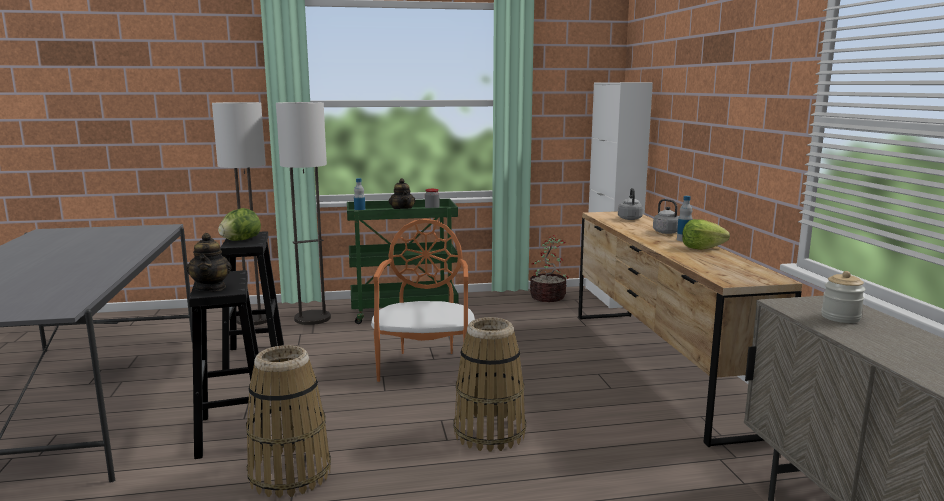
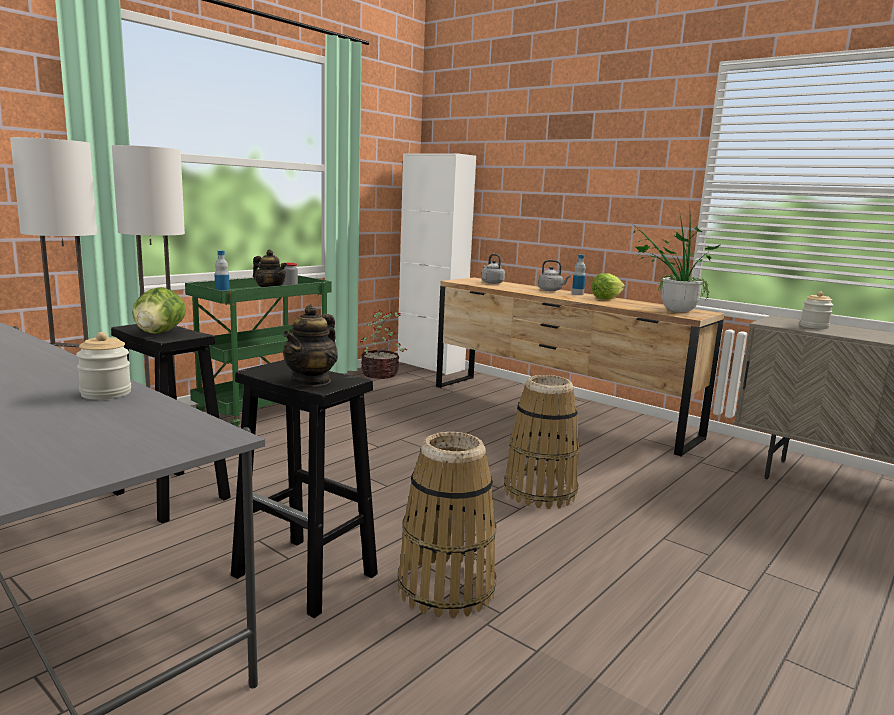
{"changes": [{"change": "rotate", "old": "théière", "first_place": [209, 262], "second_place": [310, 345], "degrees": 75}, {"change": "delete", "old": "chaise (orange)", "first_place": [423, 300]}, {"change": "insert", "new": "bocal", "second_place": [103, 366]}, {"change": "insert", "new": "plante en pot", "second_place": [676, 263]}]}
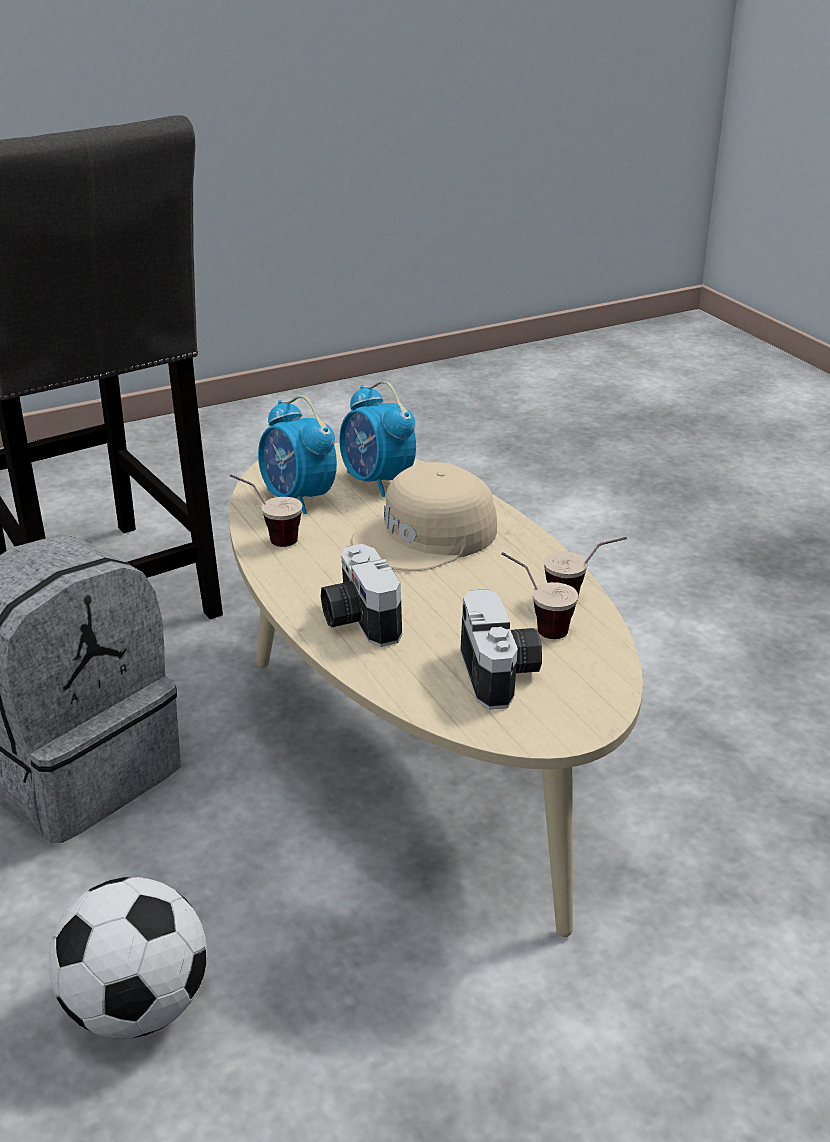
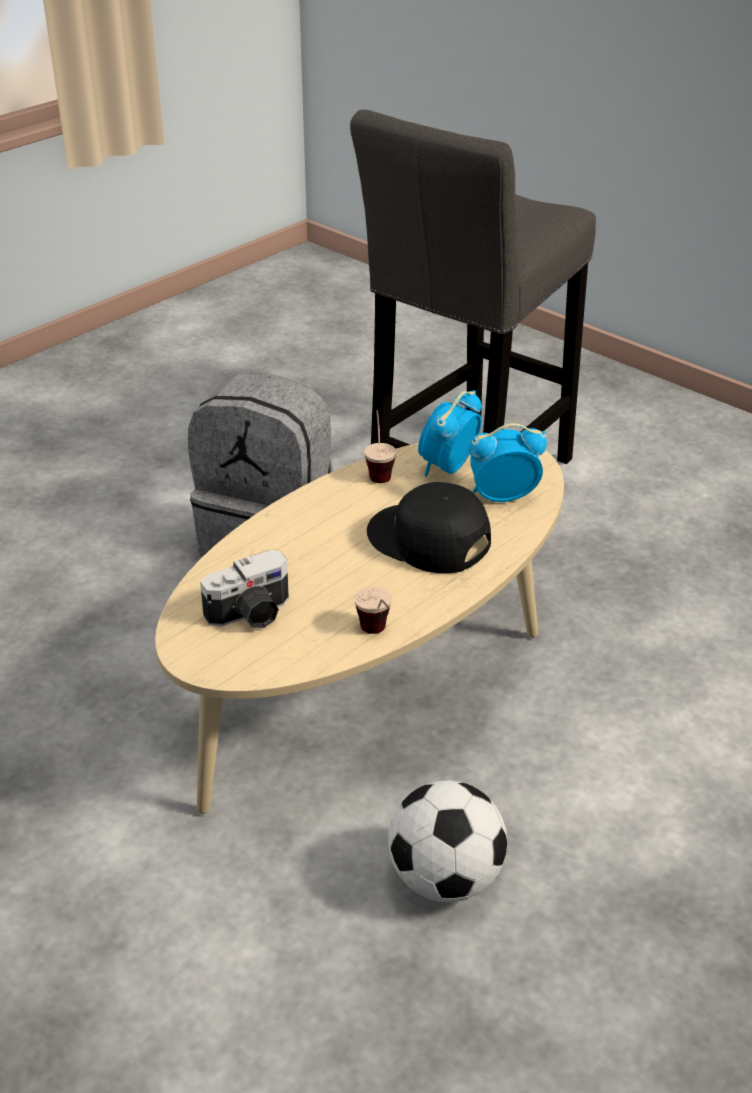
{"changes": [{"change": "move", "old": "ballon de foot", "first_place": [128, 958], "second_place": [447, 841]}, {"change": "delete", "old": "appareil photo", "first_place": [361, 595]}, {"change": "rotate", "old": "réveil", "first_place": [377, 439], "second_place": [508, 462], "degrees": 45}, {"change": "recolor", "old": "casquette (beige)", "new": "casquette (noir)", "first_place": [424, 516], "second_place": [429, 527]}, {"change": "delete", "old": "tasse", "first_place": [539, 595]}]}
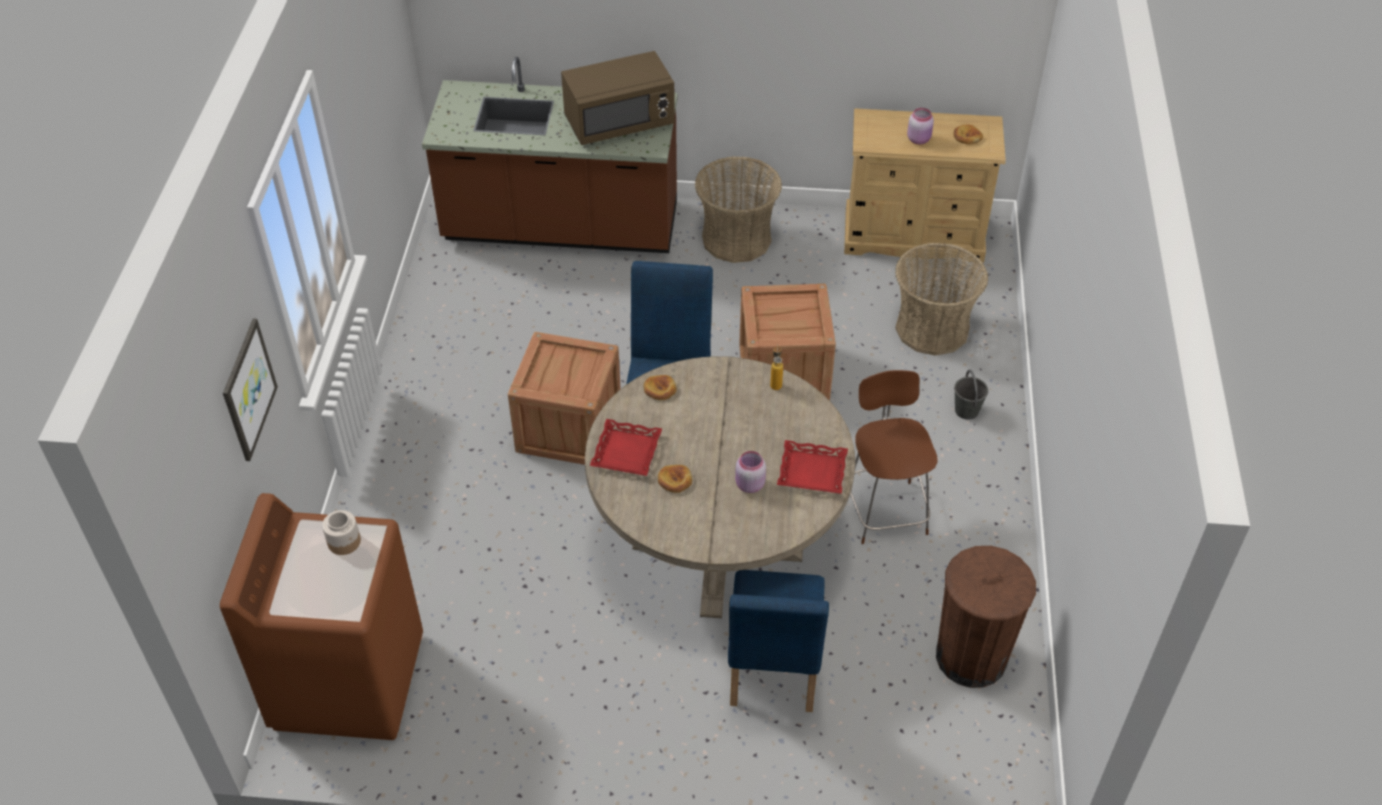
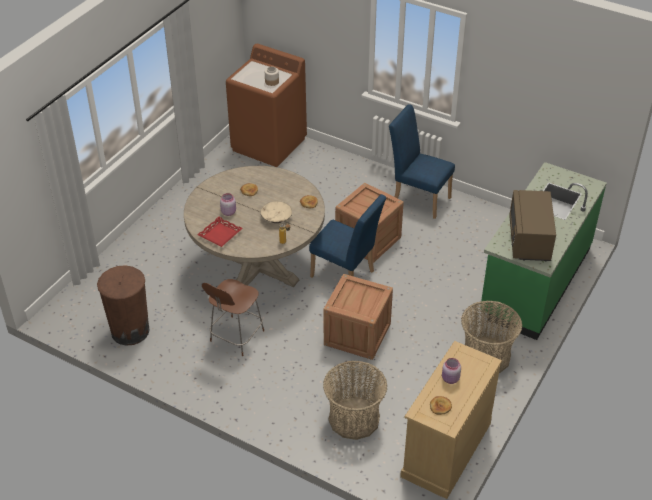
{"changes": [{"change": "delete", "old": "tableau", "first_place": [250, 389]}, {"change": "recolor", "old": "comptoir de cuisine (marron)", "new": "comptoir de cuisine (vert)", "first_place": [550, 155], "second_place": [543, 251]}, {"change": "delete", "old": "plateau (rouge)", "first_place": [626, 447]}, {"change": "move", "old": "chaise (bleu)", "first_place": [778, 641], "second_place": [422, 161]}, {"change": "rotate", "old": "chaise (marron)", "first_place": [893, 457], "second_place": [233, 317], "degrees": 105}, {"change": "delete", "old": "seau (gris)", "first_place": [971, 395]}, {"change": "insert", "new": "bol (beige)", "second_place": [276, 212]}]}
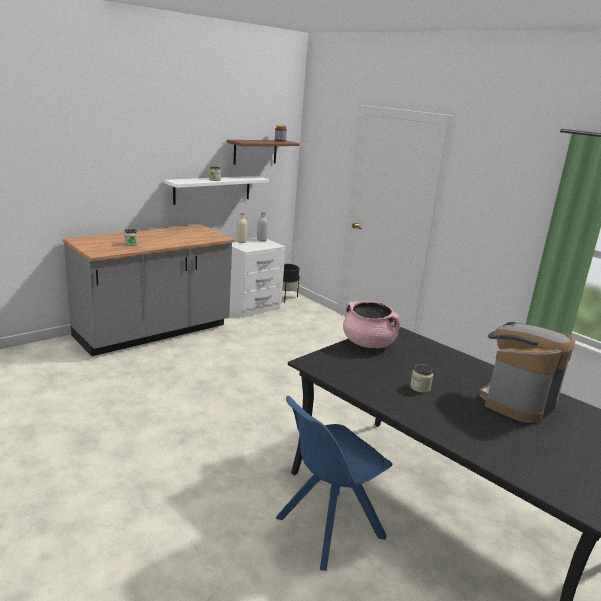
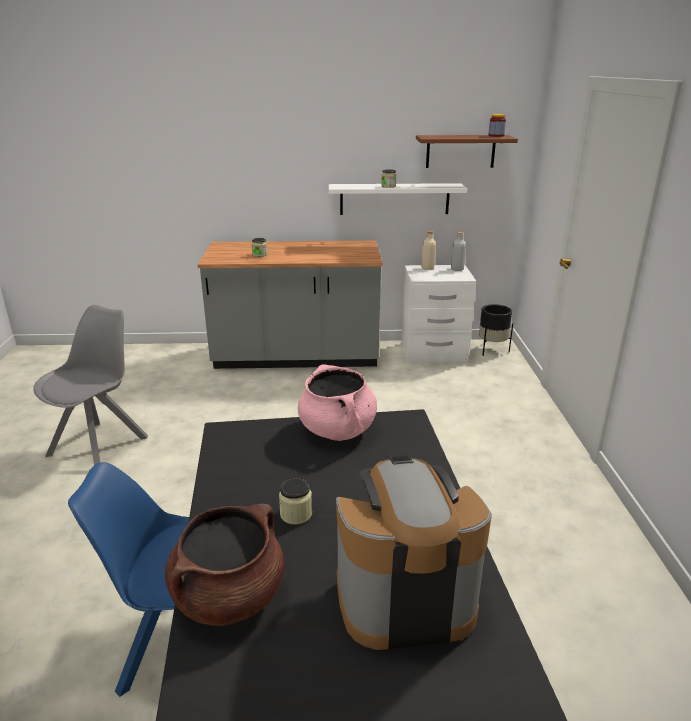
{"changes": [{"change": "insert", "new": "chaise (gris)", "second_place": [90, 385]}, {"change": "insert", "new": "marmite (marron)", "second_place": [225, 565]}]}
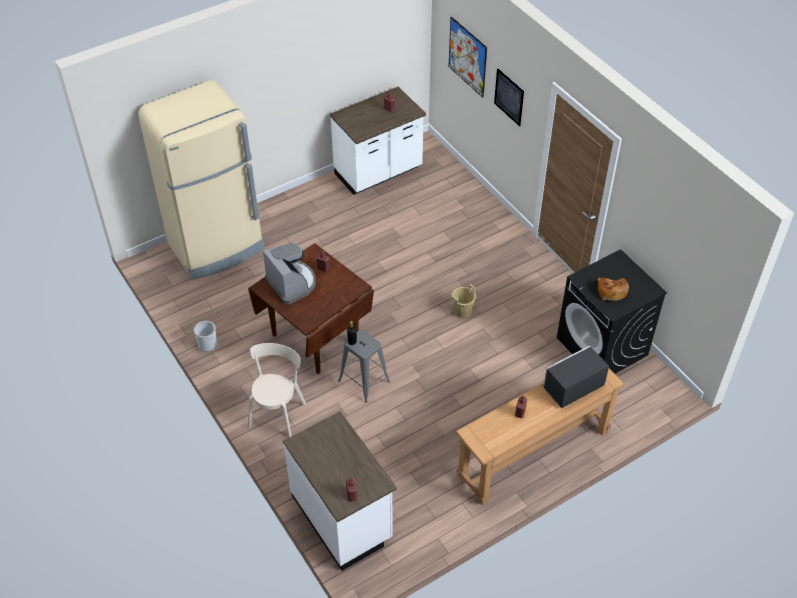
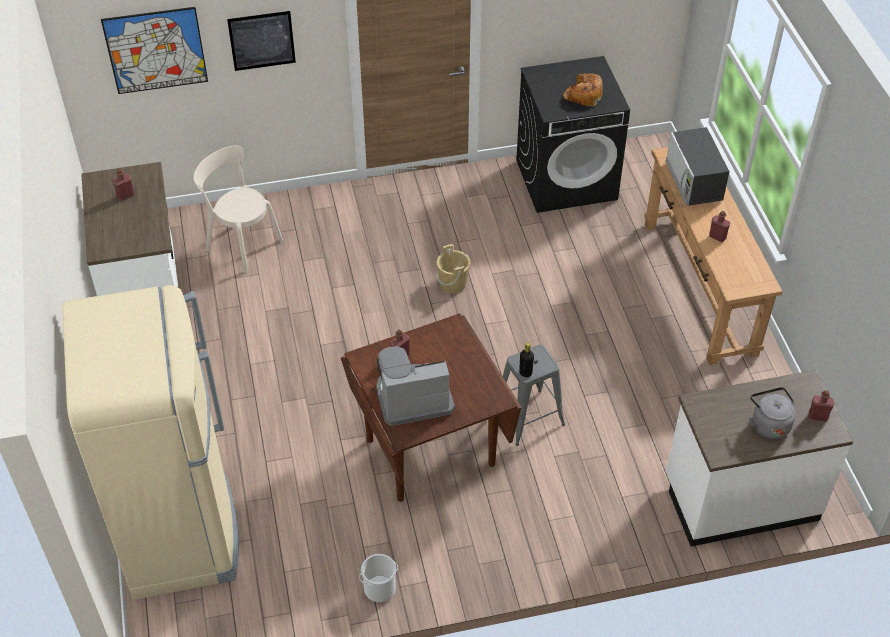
{"changes": [{"change": "move", "old": "chaise (beige)", "first_place": [277, 390], "second_place": [238, 209]}, {"change": "insert", "new": "bouilloire (gris)", "second_place": [772, 413]}]}
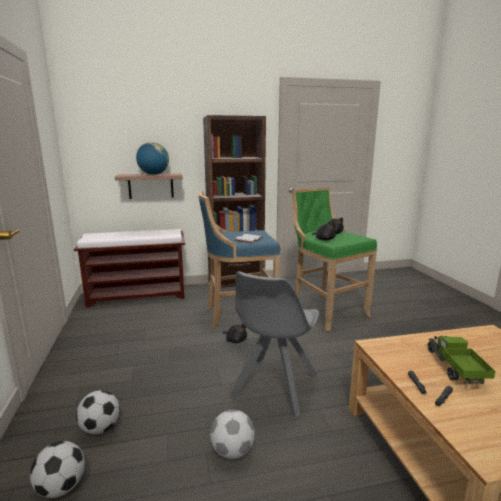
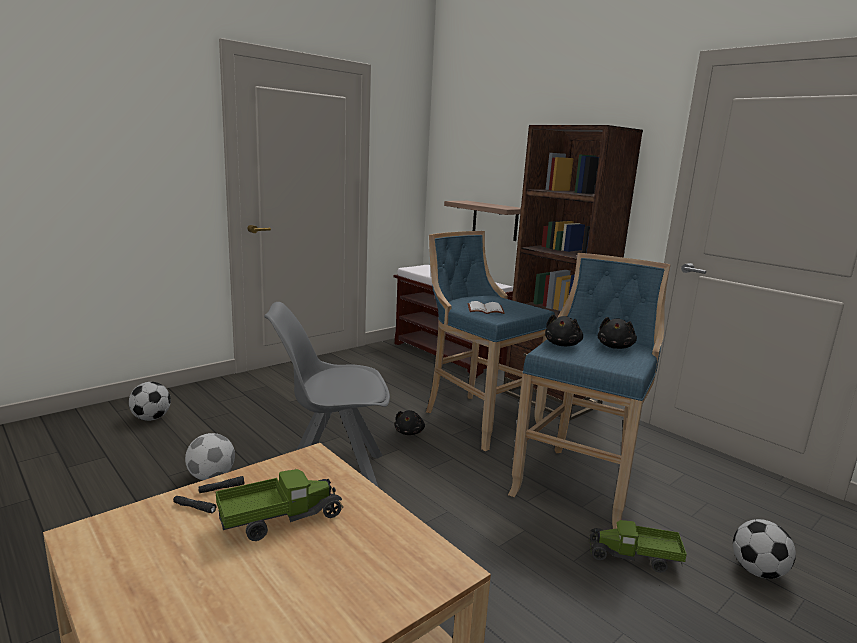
{"changes": [{"change": "move", "old": "ballon de foot", "first_place": [98, 412], "second_place": [764, 549]}, {"change": "delete", "old": "globe", "first_place": [152, 158]}, {"change": "recolor", "old": "tabouret (vert)", "new": "tabouret (bleu)", "first_place": [334, 259], "second_place": [589, 391]}, {"change": "insert", "new": "camion jouet", "second_place": [638, 546]}]}
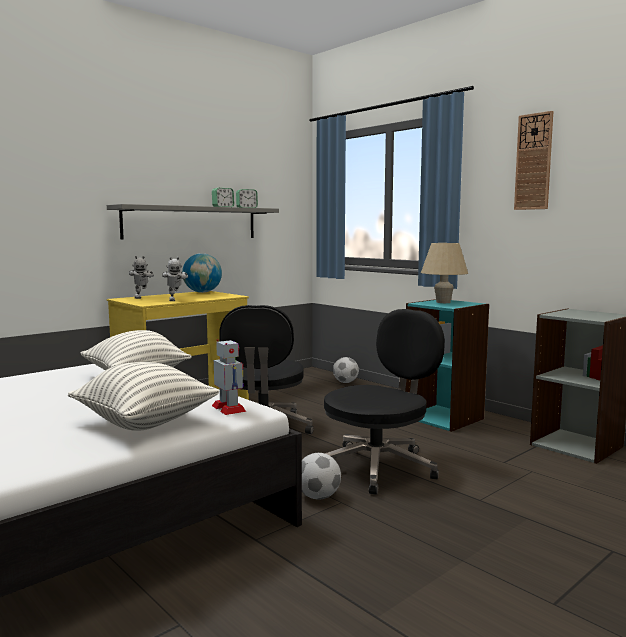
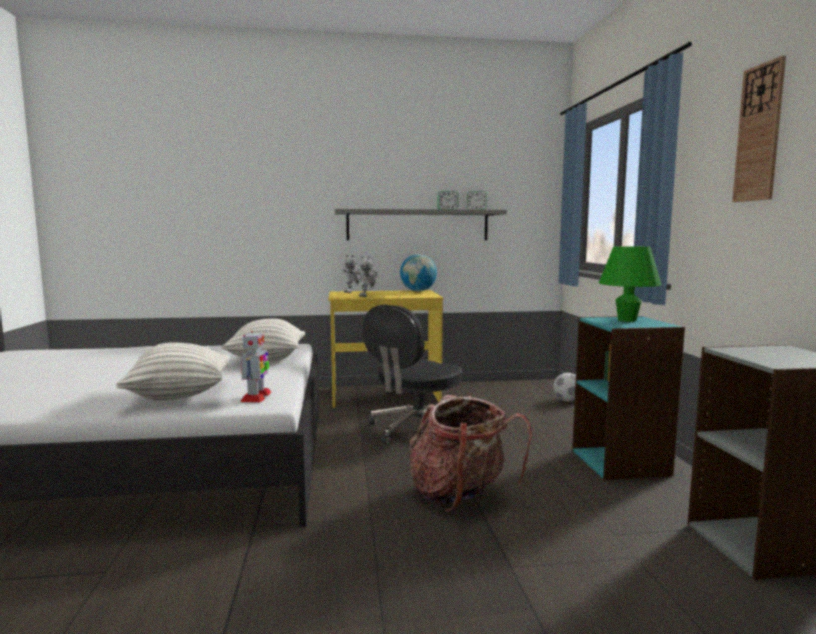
{"changes": [{"change": "delete", "old": "ballon de foot", "first_place": [321, 476]}, {"change": "replace", "old": "chaise de bureau (noir)", "new": "sac à dos", "first_place": [384, 402], "second_place": [471, 453]}, {"change": "recolor", "old": "lampe de table (beige)", "new": "lampe de table (vert)", "first_place": [444, 273], "second_place": [630, 284]}]}
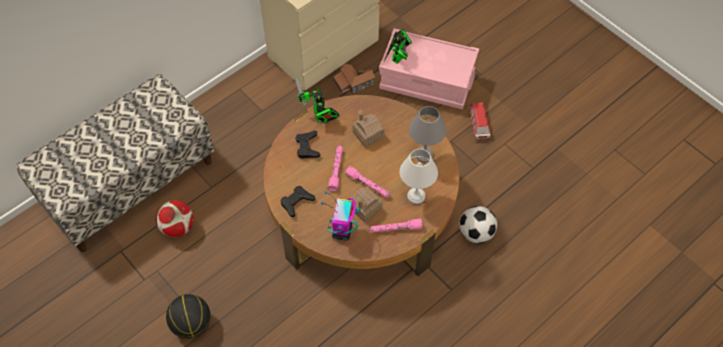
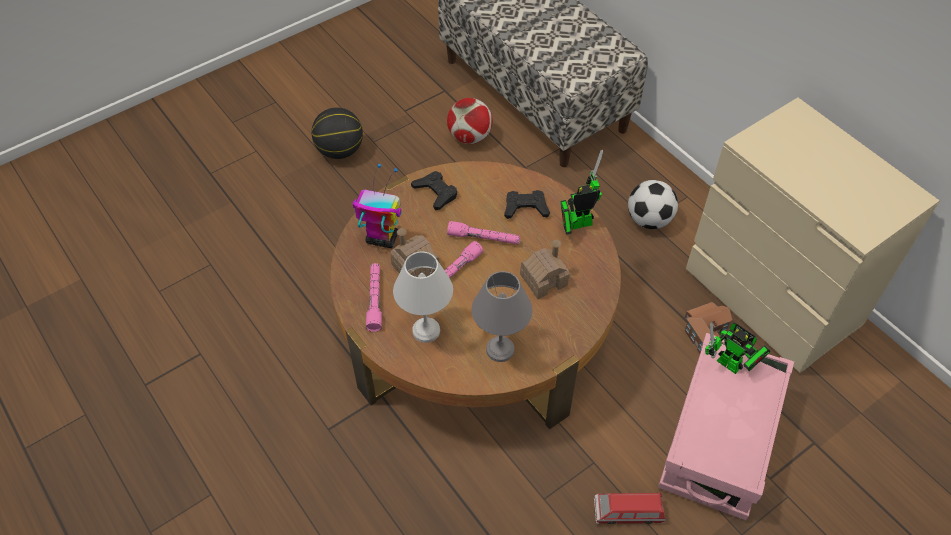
{"changes": [{"change": "move", "old": "ballon de foot", "first_place": [478, 224], "second_place": [653, 204]}]}
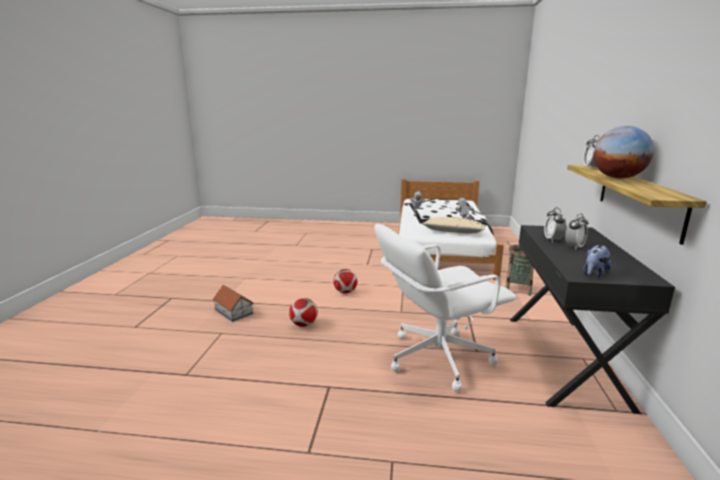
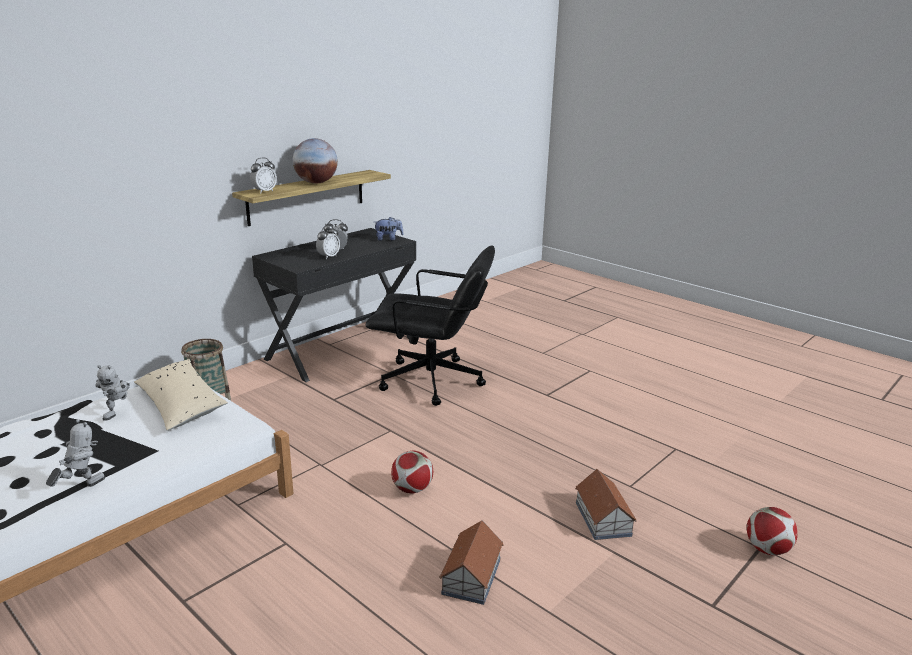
{"changes": [{"change": "move", "old": "ballon de foot", "first_place": [303, 312], "second_place": [772, 531]}, {"change": "recolor", "old": "chaise de bureau (blanc)", "new": "chaise de bureau (noir)", "first_place": [445, 308], "second_place": [430, 325]}, {"change": "insert", "new": "maison miniature", "second_place": [471, 562]}]}
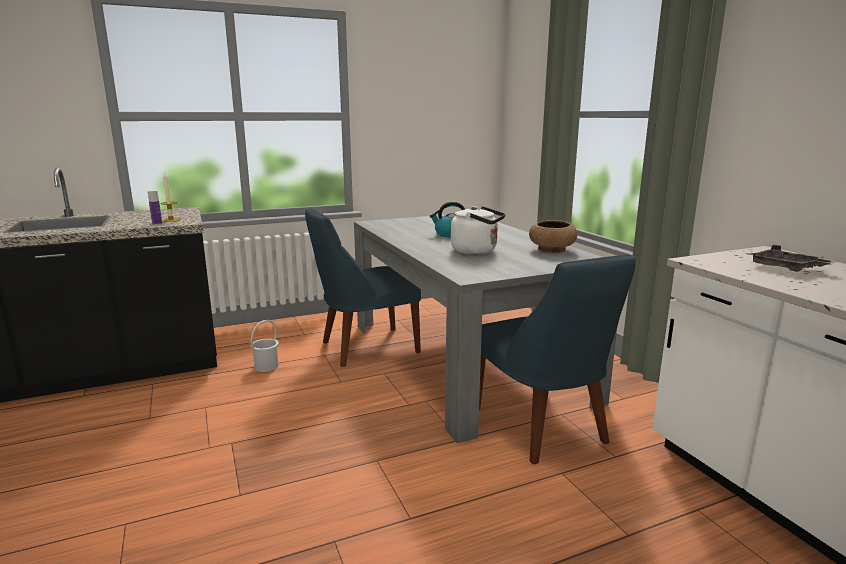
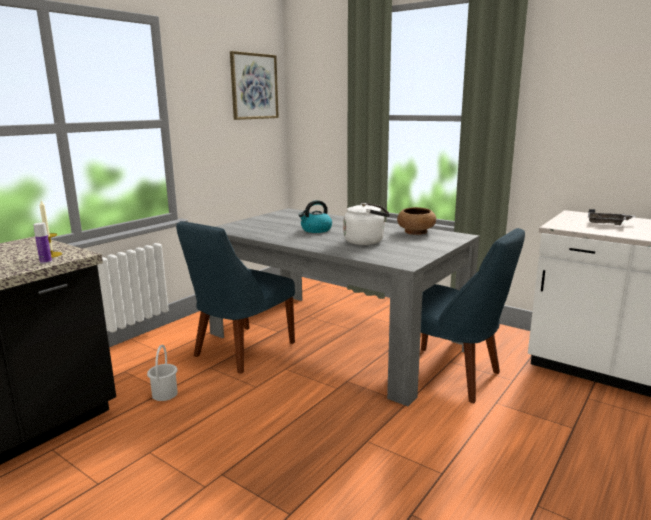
{"changes": [{"change": "insert", "new": "tableau", "second_place": [254, 85]}]}
